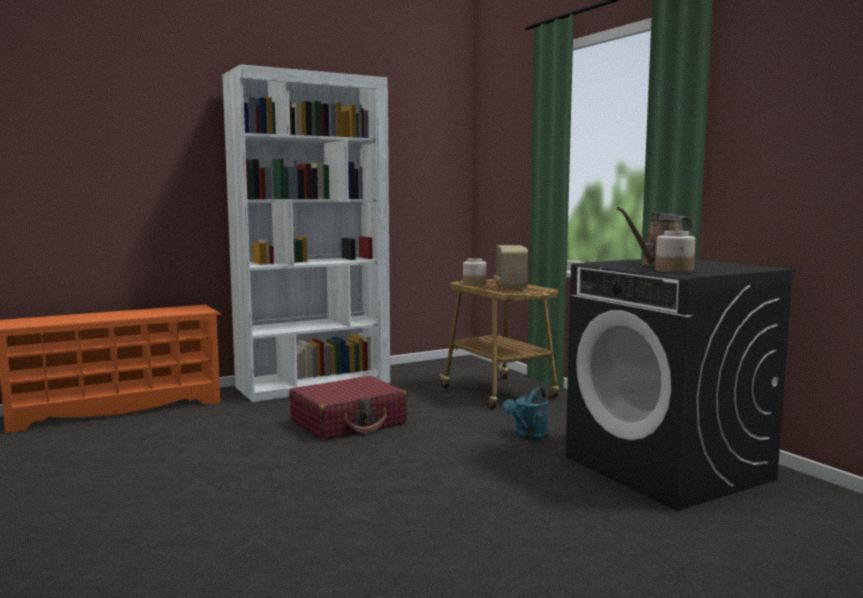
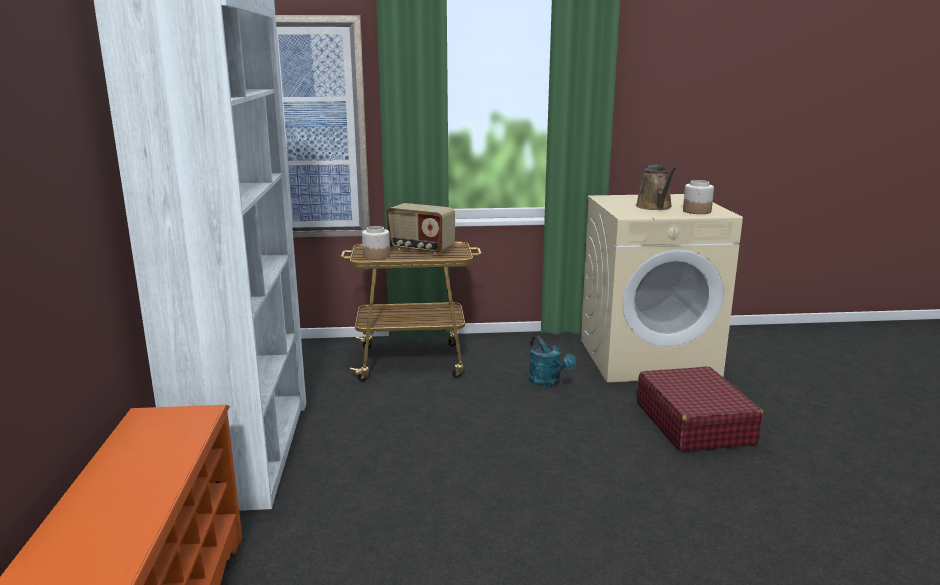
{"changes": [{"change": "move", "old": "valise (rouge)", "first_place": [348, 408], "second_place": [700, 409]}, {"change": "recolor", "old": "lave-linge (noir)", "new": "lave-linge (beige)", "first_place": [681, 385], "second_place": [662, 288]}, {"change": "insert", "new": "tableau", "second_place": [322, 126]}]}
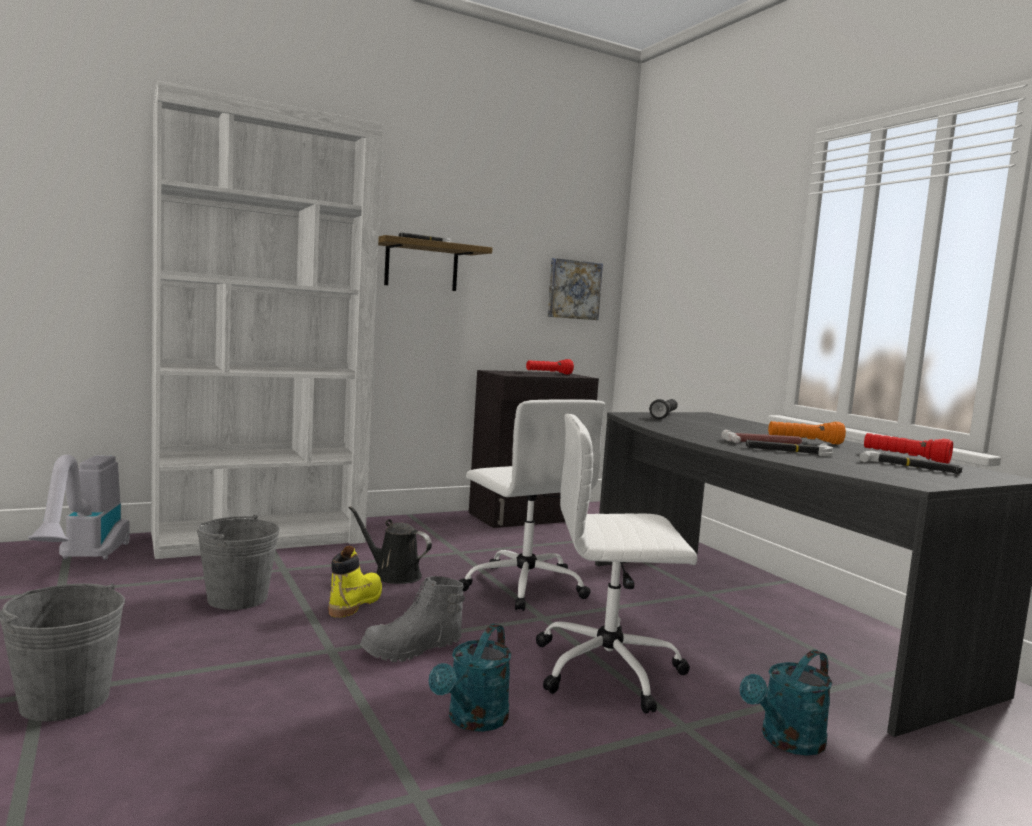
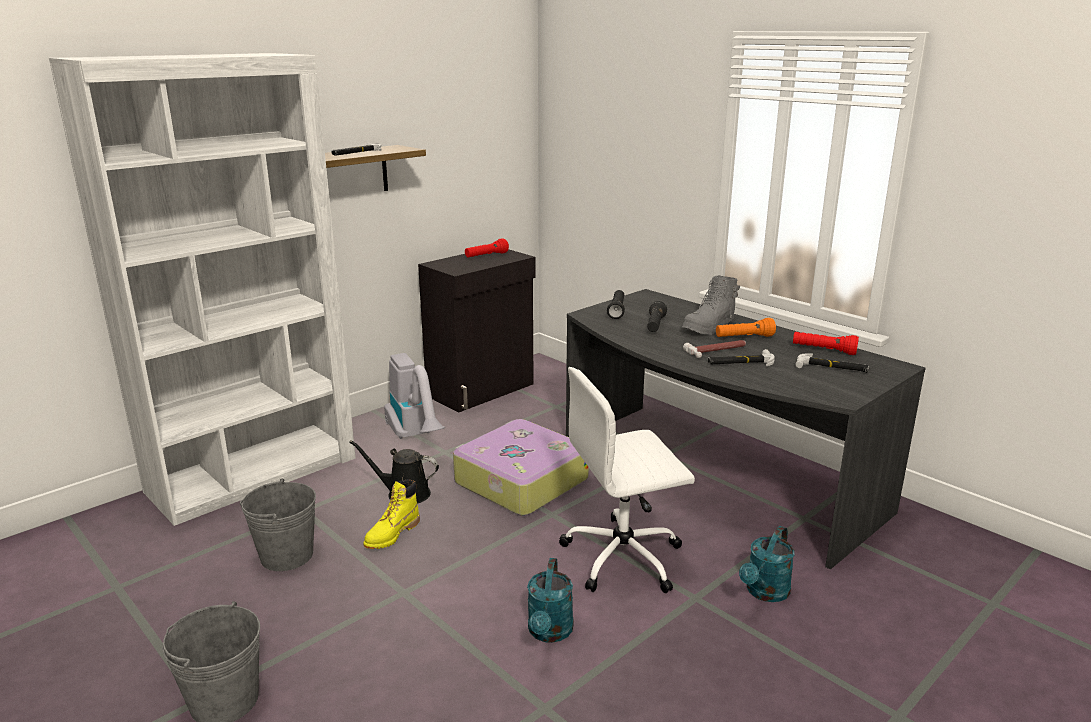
{"changes": [{"change": "move", "old": "aspirateur", "first_place": [79, 507], "second_place": [414, 396]}, {"change": "rotate", "old": "botte (jaune)", "first_place": [355, 582], "second_place": [392, 514], "degrees": -150}, {"change": "move", "old": "botte (gris)", "first_place": [412, 619], "second_place": [711, 305]}, {"change": "replace", "old": "chaise de bureau (blanc)", "new": "valise", "first_place": [532, 505], "second_place": [521, 467]}, {"change": "delete", "old": "tableau", "first_place": [575, 289]}, {"change": "insert", "new": "lampe de poche (noir)", "second_place": [657, 316]}]}
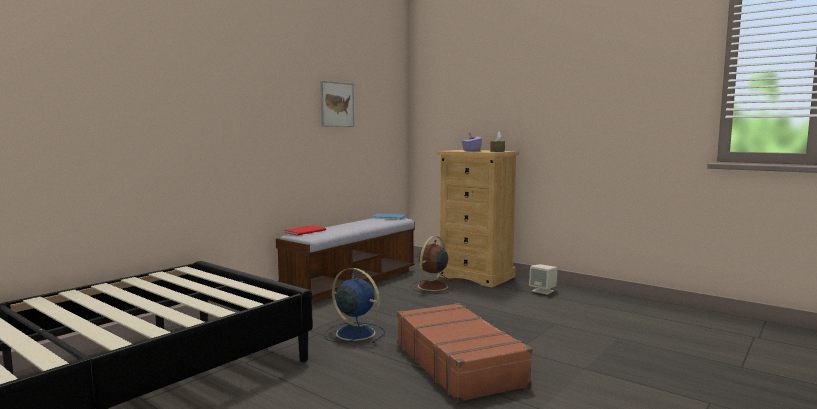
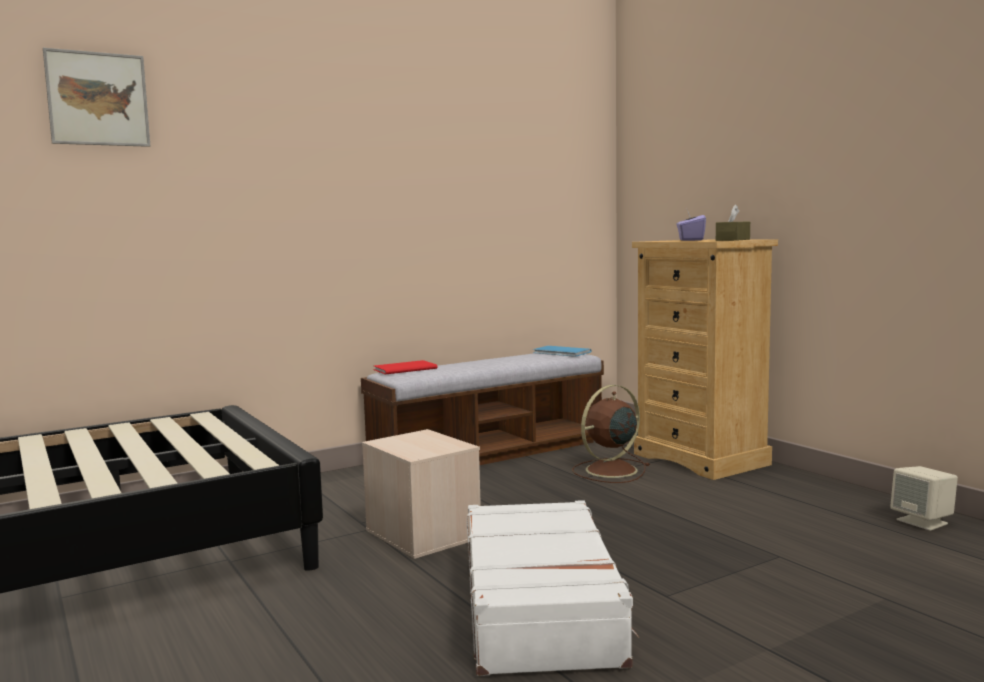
{"changes": [{"change": "move", "old": "tableau", "first_place": [337, 104], "second_place": [96, 97]}, {"change": "replace", "old": "ventilateur (bleu)", "new": "boîte de rangement (beige)", "first_place": [354, 305], "second_place": [421, 494]}, {"change": "recolor", "old": "valise (marron)", "new": "valise (blanc)", "first_place": [465, 352], "second_place": [553, 588]}, {"change": "move", "old": "enceinte (beige)", "first_place": [543, 279], "second_place": [924, 498]}]}
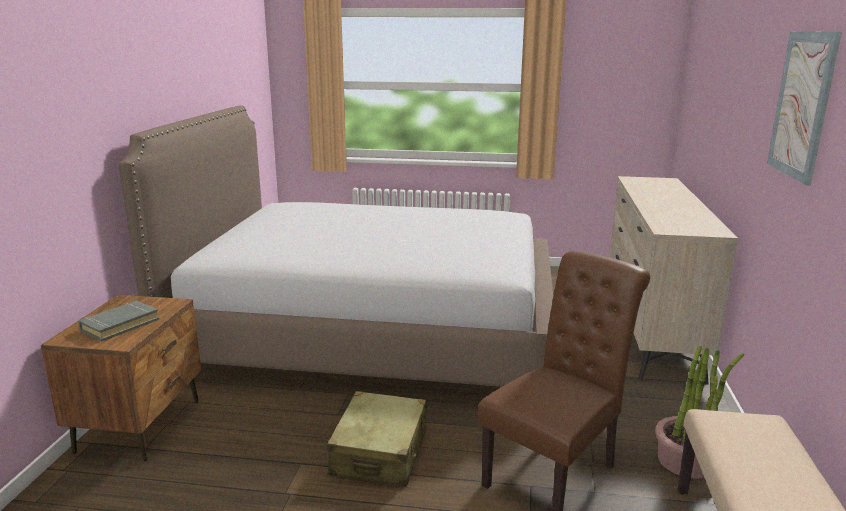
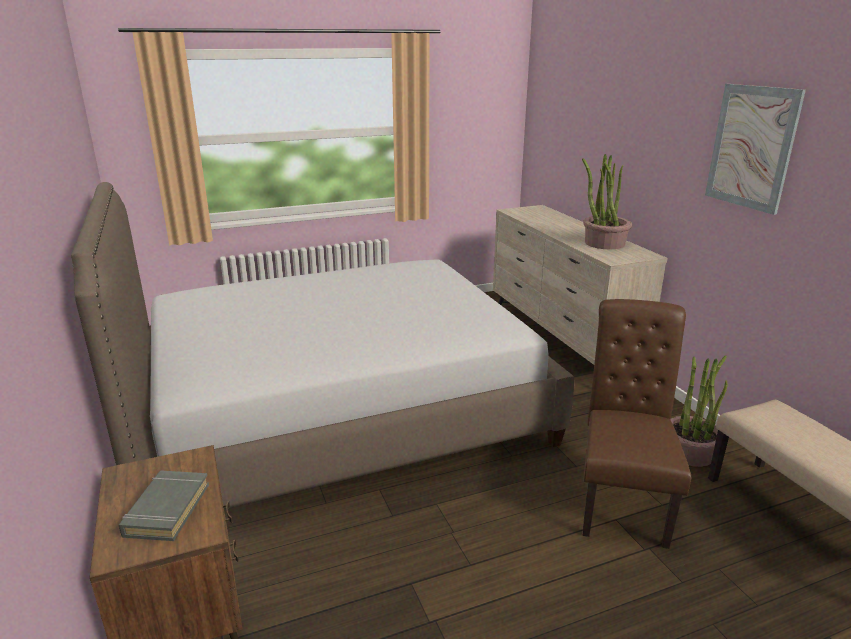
{"changes": [{"change": "delete", "old": "valise (beige)", "first_place": [377, 439]}, {"change": "insert", "new": "plante en pot", "second_place": [607, 201]}]}
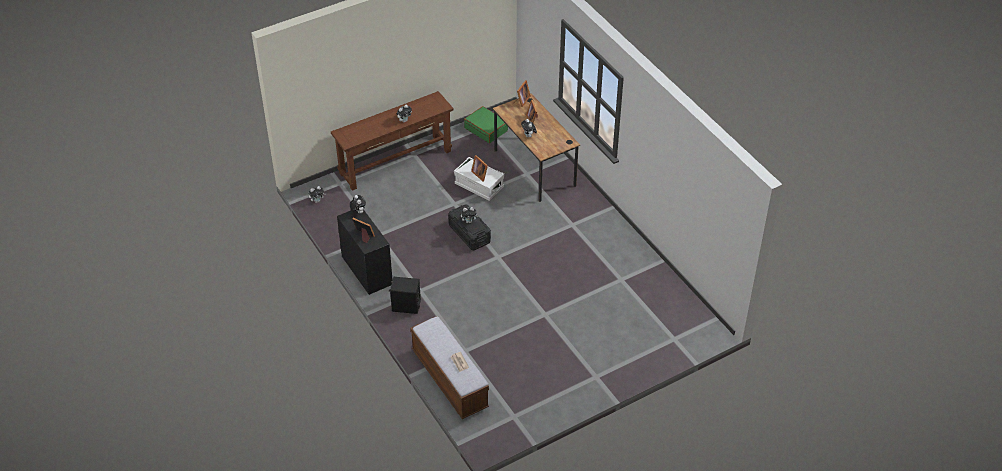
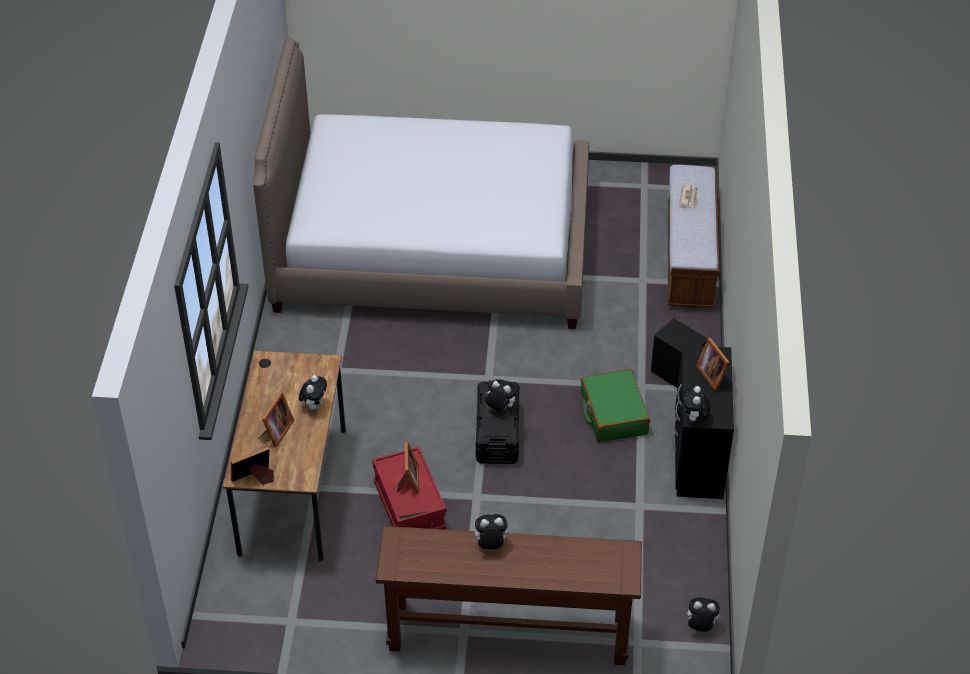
{"changes": [{"change": "recolor", "old": "boîte de rangement (blanc)", "new": "boîte de rangement (rouge)", "first_place": [479, 179], "second_place": [409, 488]}, {"change": "move", "old": "valise (vert)", "first_place": [486, 124], "second_place": [615, 405]}, {"change": "insert", "new": "lit", "second_place": [421, 183]}]}
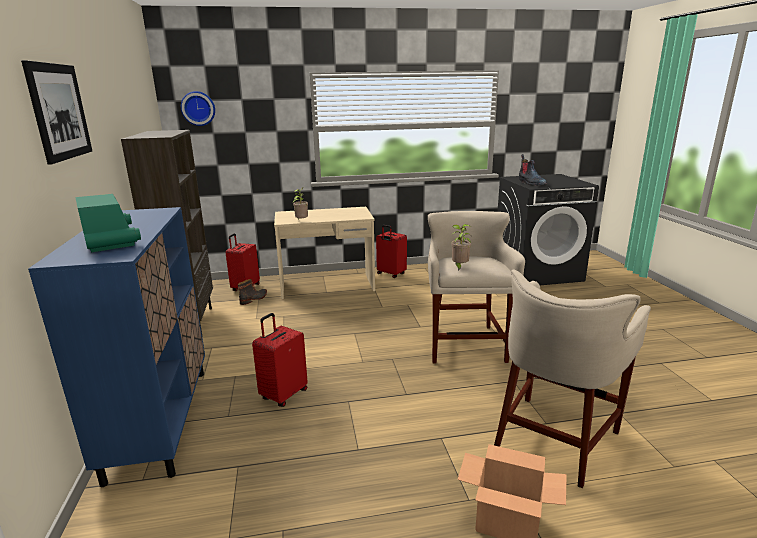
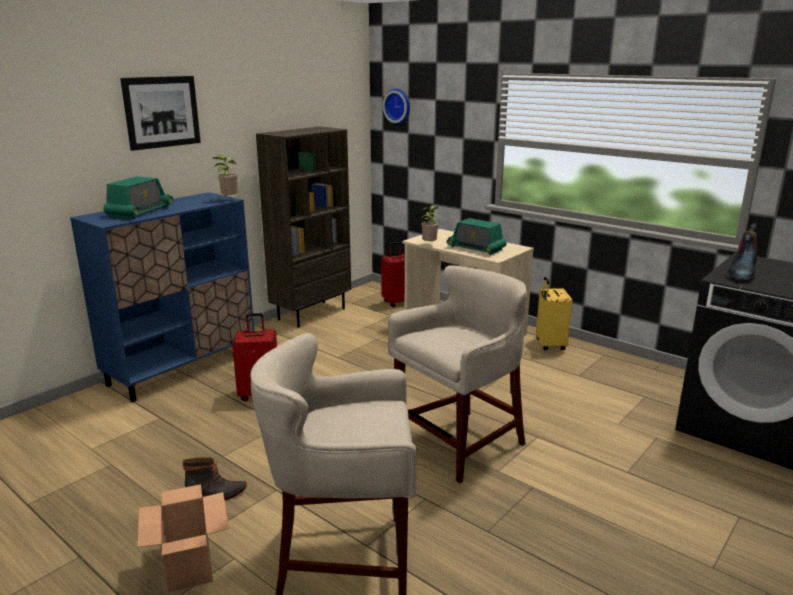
{"changes": [{"change": "move", "old": "botte", "first_place": [252, 292], "second_place": [214, 478]}, {"change": "recolor", "old": "valise (rouge)", "new": "valise (jaune)", "first_place": [391, 251], "second_place": [554, 313]}, {"change": "move", "old": "plante en pot", "first_place": [461, 247], "second_place": [225, 177]}, {"change": "insert", "new": "radio", "second_place": [477, 236]}]}
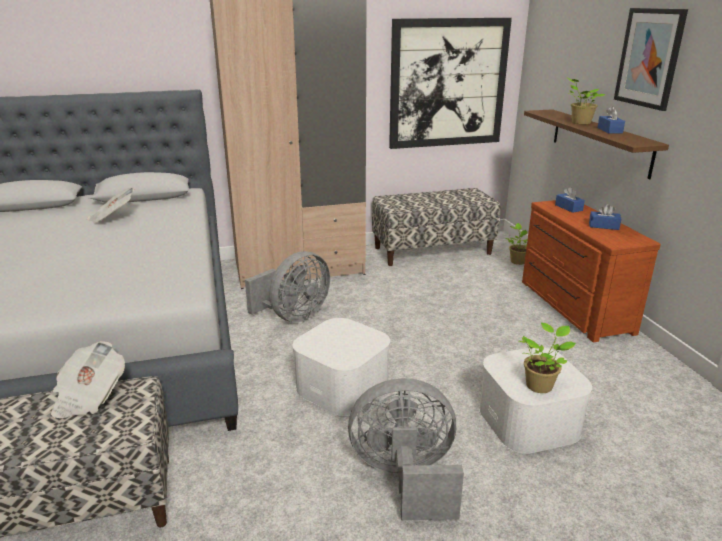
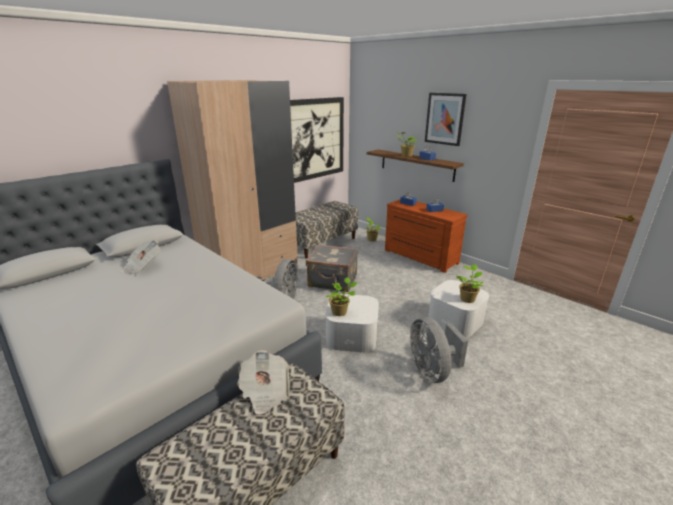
{"changes": [{"change": "rotate", "old": "ventilateur (gris)", "first_place": [406, 449], "second_place": [439, 350], "degrees": -75}, {"change": "insert", "new": "valise (gris)", "second_place": [332, 268]}, {"change": "insert", "new": "plante en pot", "second_place": [341, 296]}]}
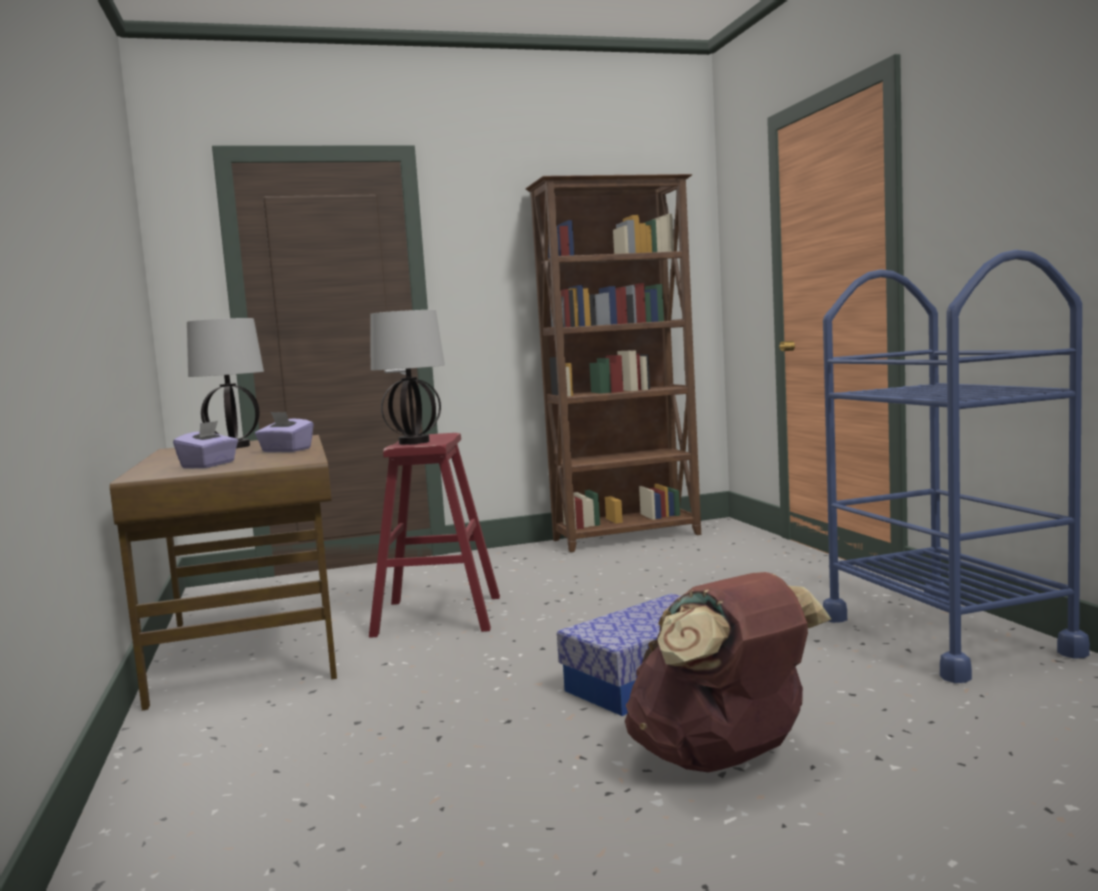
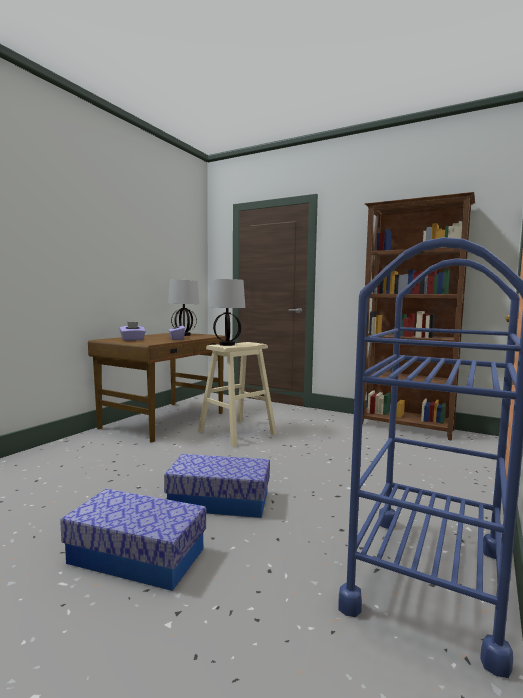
{"changes": [{"change": "recolor", "old": "tabouret (rouge)", "new": "tabouret (beige)", "first_place": [434, 535], "second_place": [237, 395]}, {"change": "replace", "old": "sac à dos (marron)", "new": "boîte de rangement", "first_place": [728, 672], "second_place": [133, 540]}]}
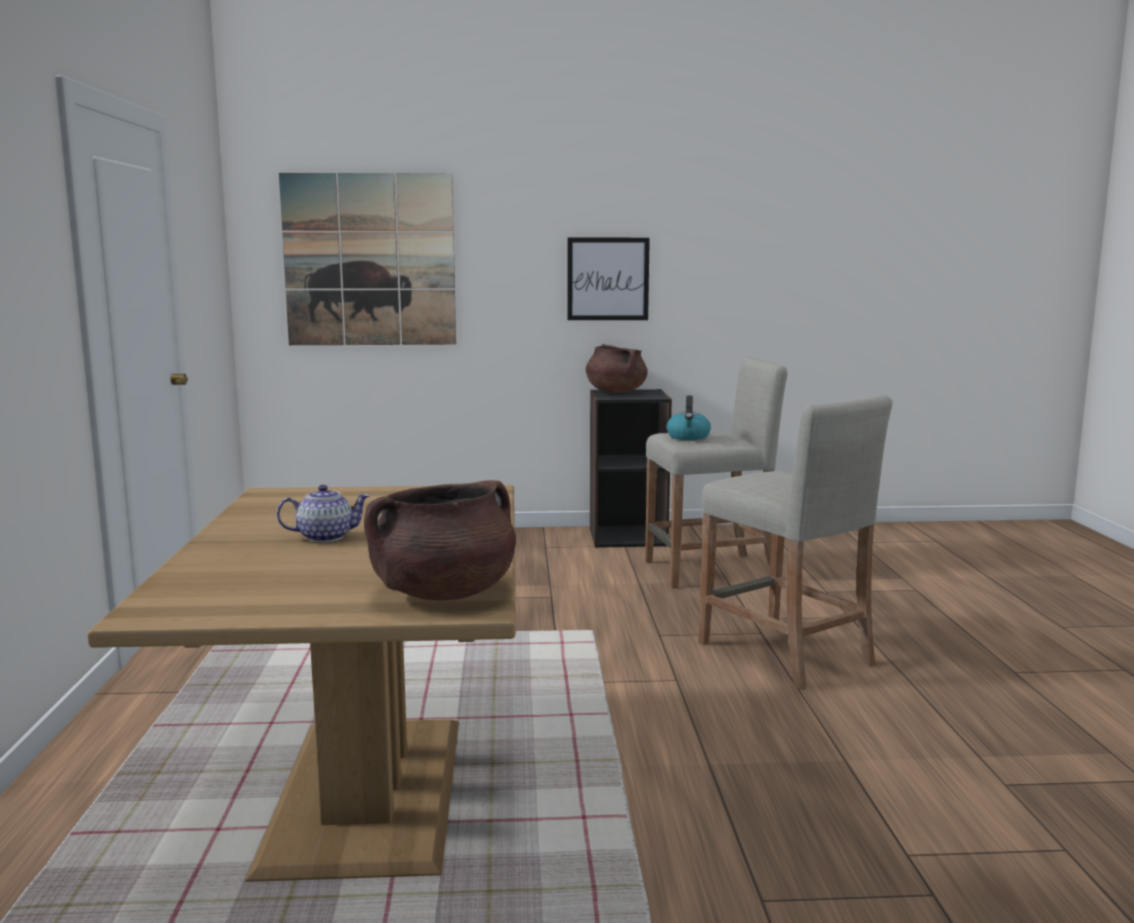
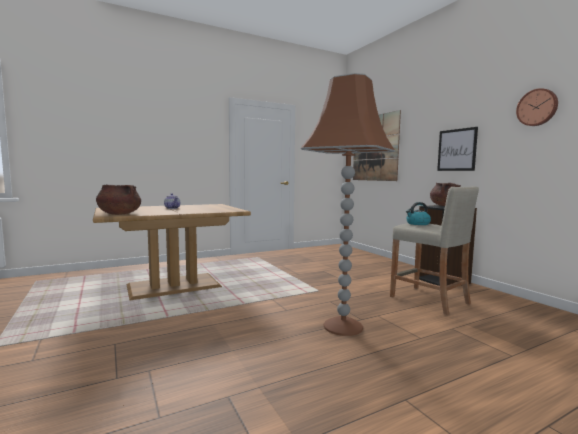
{"changes": [{"change": "replace", "old": "tabouret (beige)", "new": "lampadaire (marron)", "first_place": [795, 542], "second_place": [348, 204]}, {"change": "insert", "new": "horloge murale", "second_place": [537, 107]}]}
